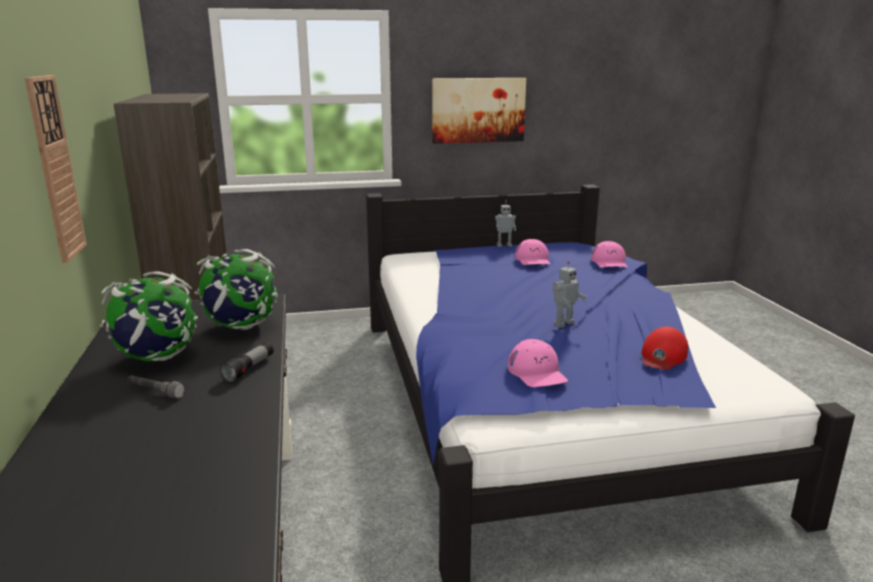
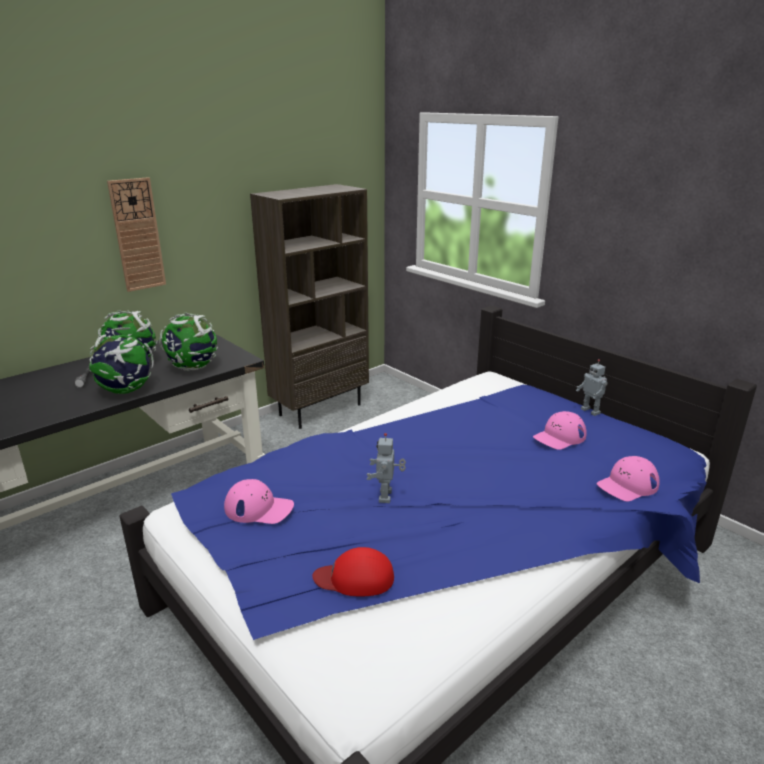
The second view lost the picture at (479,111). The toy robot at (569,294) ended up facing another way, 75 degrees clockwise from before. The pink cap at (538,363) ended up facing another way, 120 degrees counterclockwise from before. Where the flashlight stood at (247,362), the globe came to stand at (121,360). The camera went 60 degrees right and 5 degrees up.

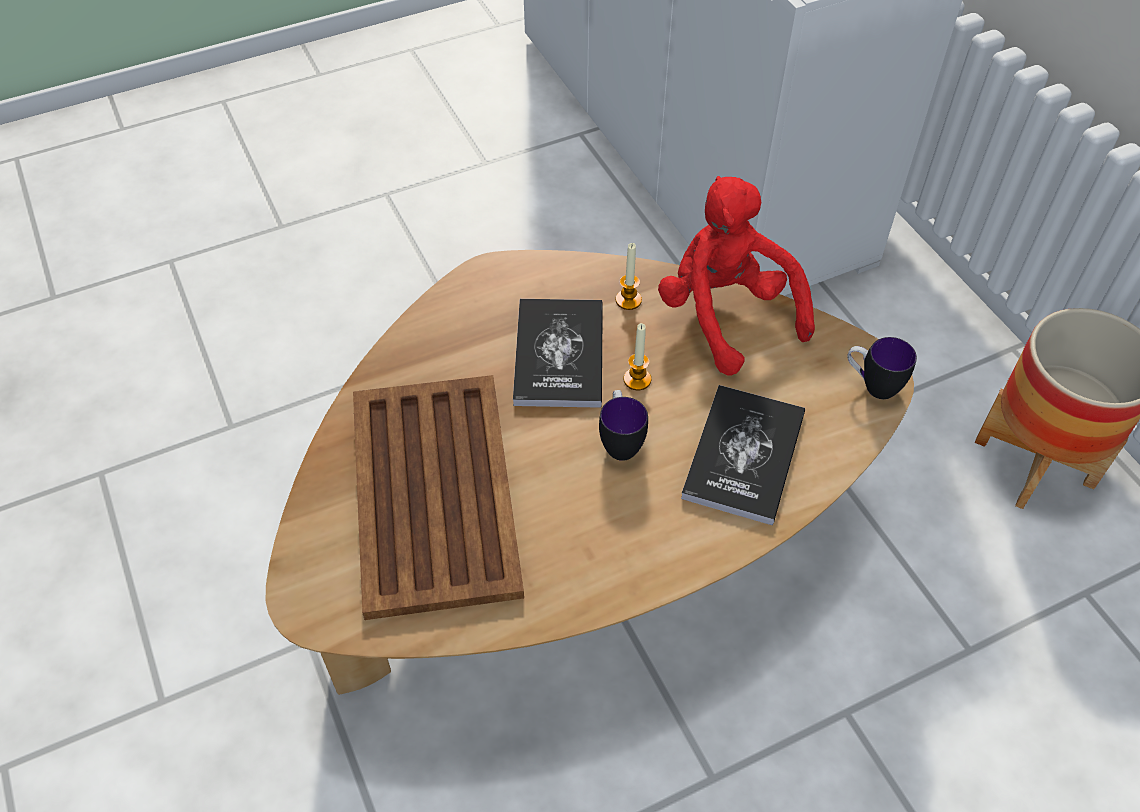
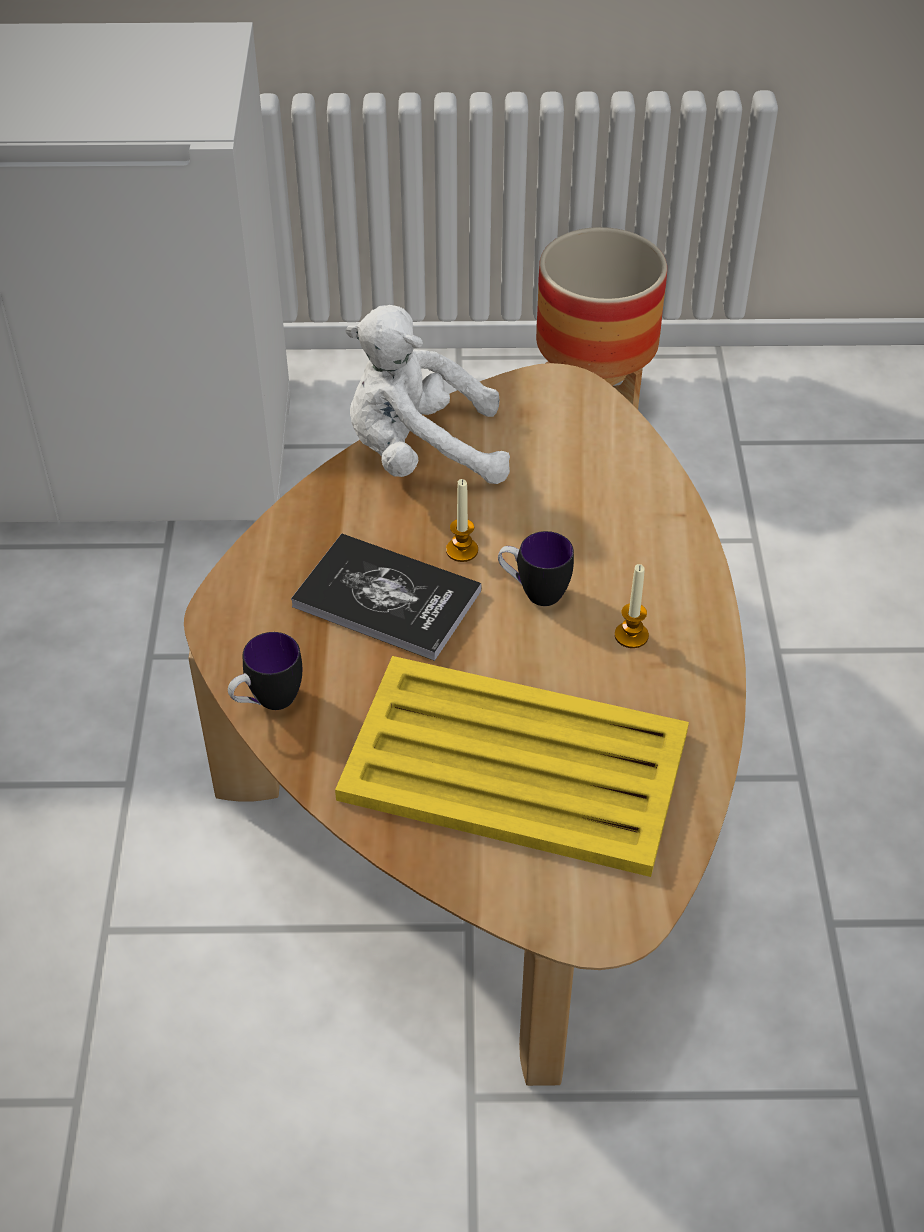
What was the red plush toy at (736,276) turned into the white plush toy at (427,394). The candle ended up elsewhere, having gone from (629,276) to (632,606). The mug ended up elsewhere, having gone from (882,368) to (265,671). What was the brown tray at (438,497) turned into the yellow tray at (512,766). The second view lost the book at (743,455). The camera went 65 degrees left and 5 degrees down.

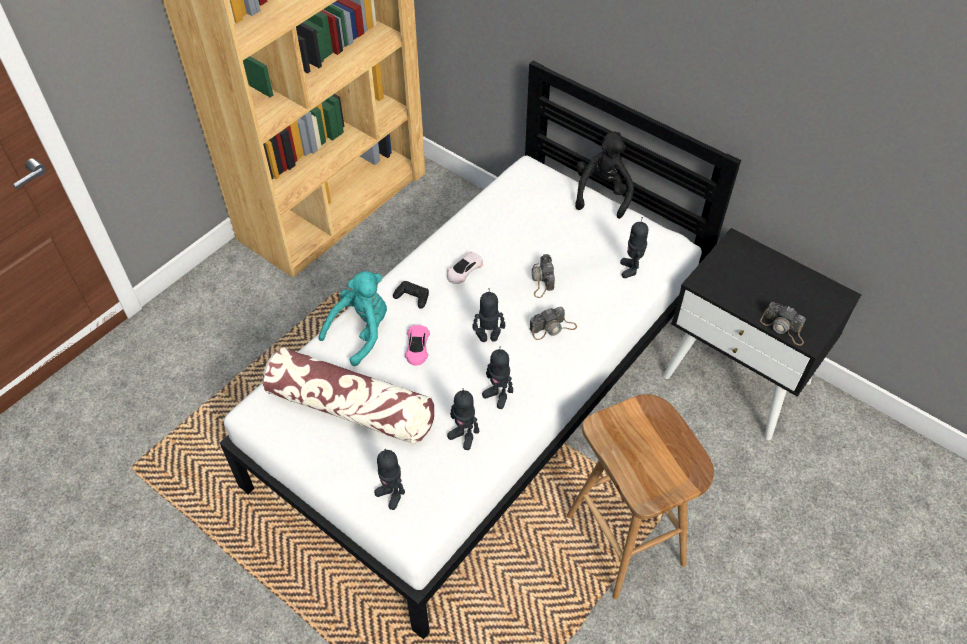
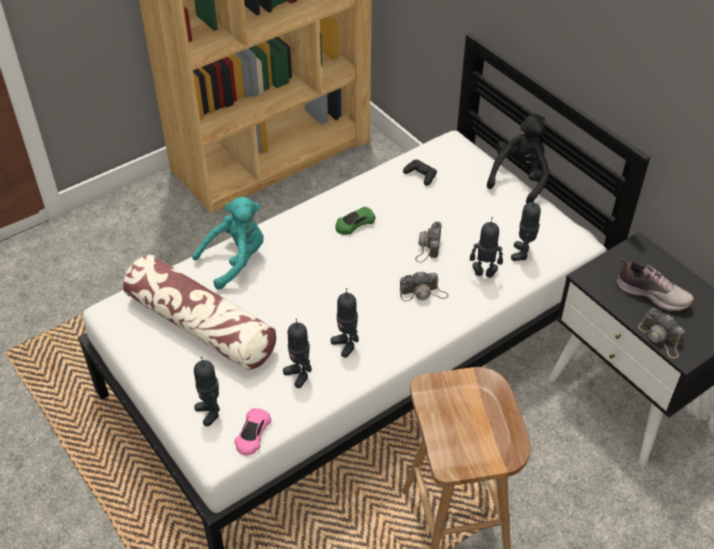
What was the white toy car at (465,267) turned into the green toy car at (355,221). The black game controller ended up elsewhere, having gone from (411,295) to (420,172). The toy robot ended up elsewhere, having gone from (488,315) to (486,247). The pink toy car ended up elsewhere, having gone from (417,345) to (252,431). The second view gained the shoe at (655,284). The camera went 15 degrees right and 5 degrees down.

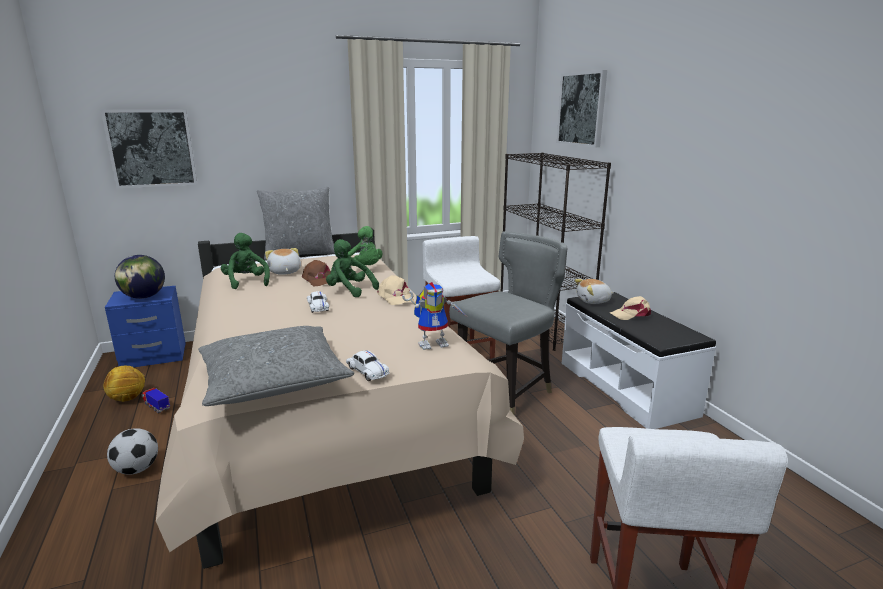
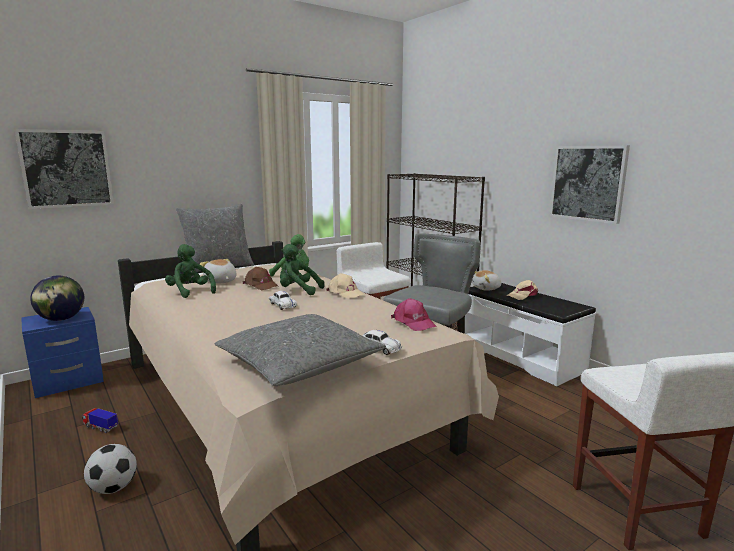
The picture ended up elsewhere, having gone from (582,108) to (589,184). Where the toy robot stood at (434,316), the pink cap came to stand at (414,314). The second view lost the football at (124,383). The camera went 15 degrees left and 5 degrees down.

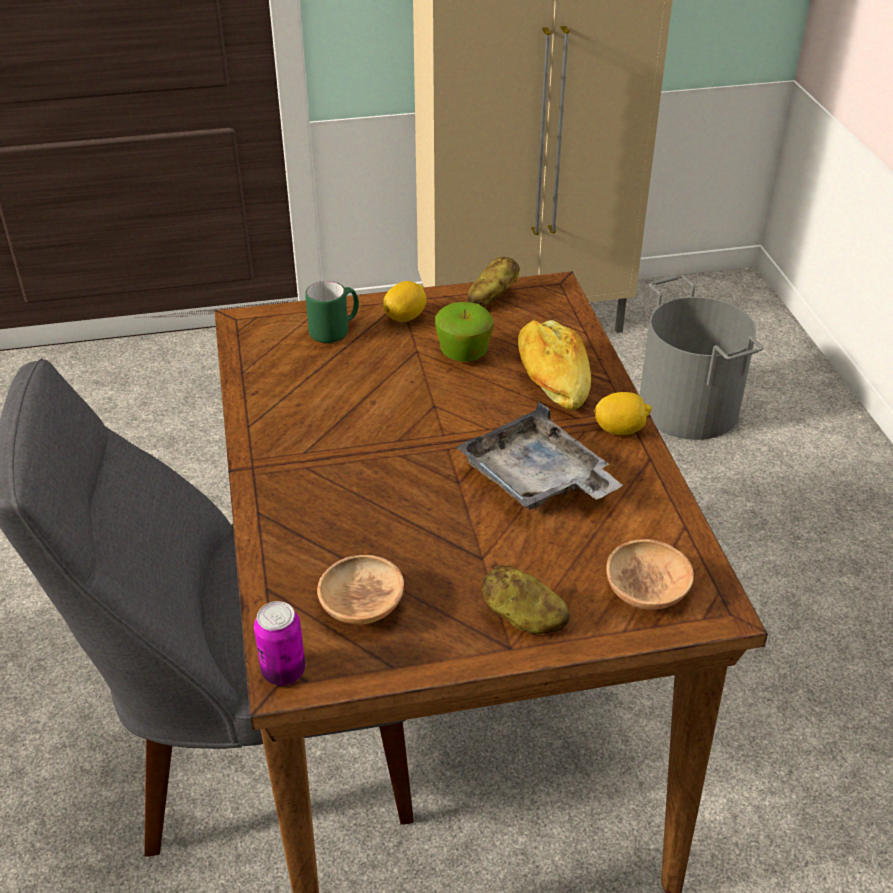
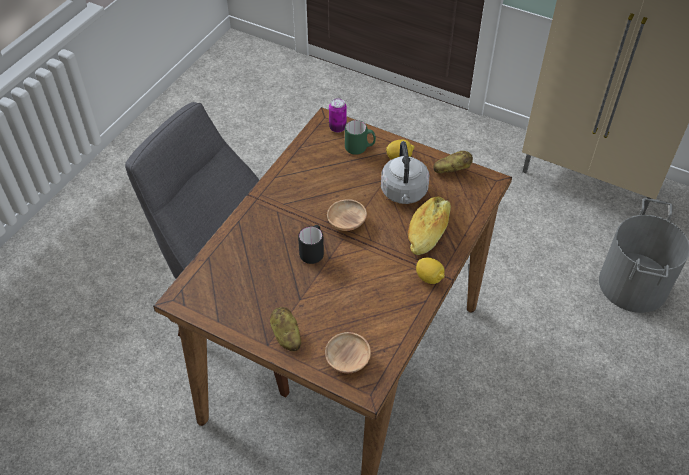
Where the apple stood at (464,332), the grey kettle came to stand at (405,172). The second view lost the grey tray at (539,456). The brown bowl ended up elsewhere, having gone from (360,589) to (347,215). The can ended up elsewhere, having gone from (279,643) to (338,115). The second view gained the black mug at (311,244). The camera went 40 degrees right and 10 degrees up.

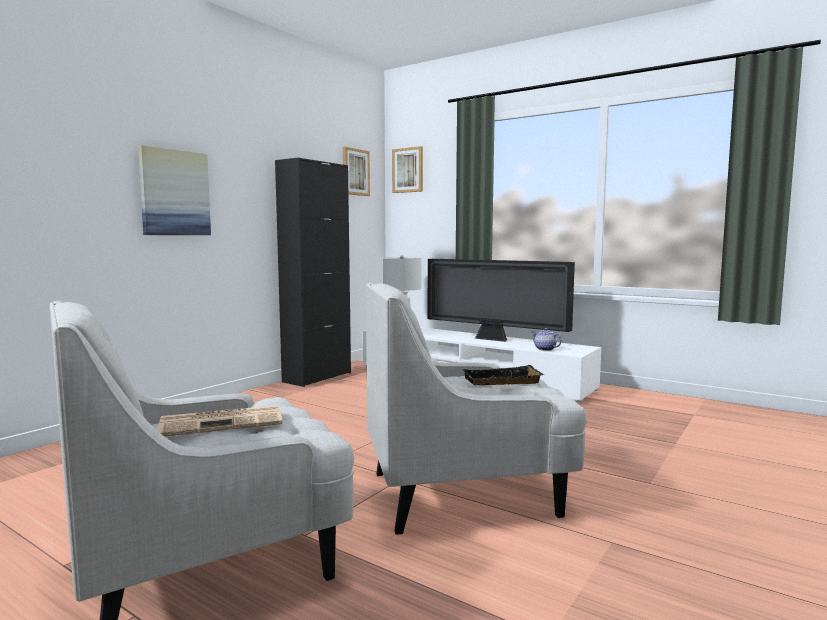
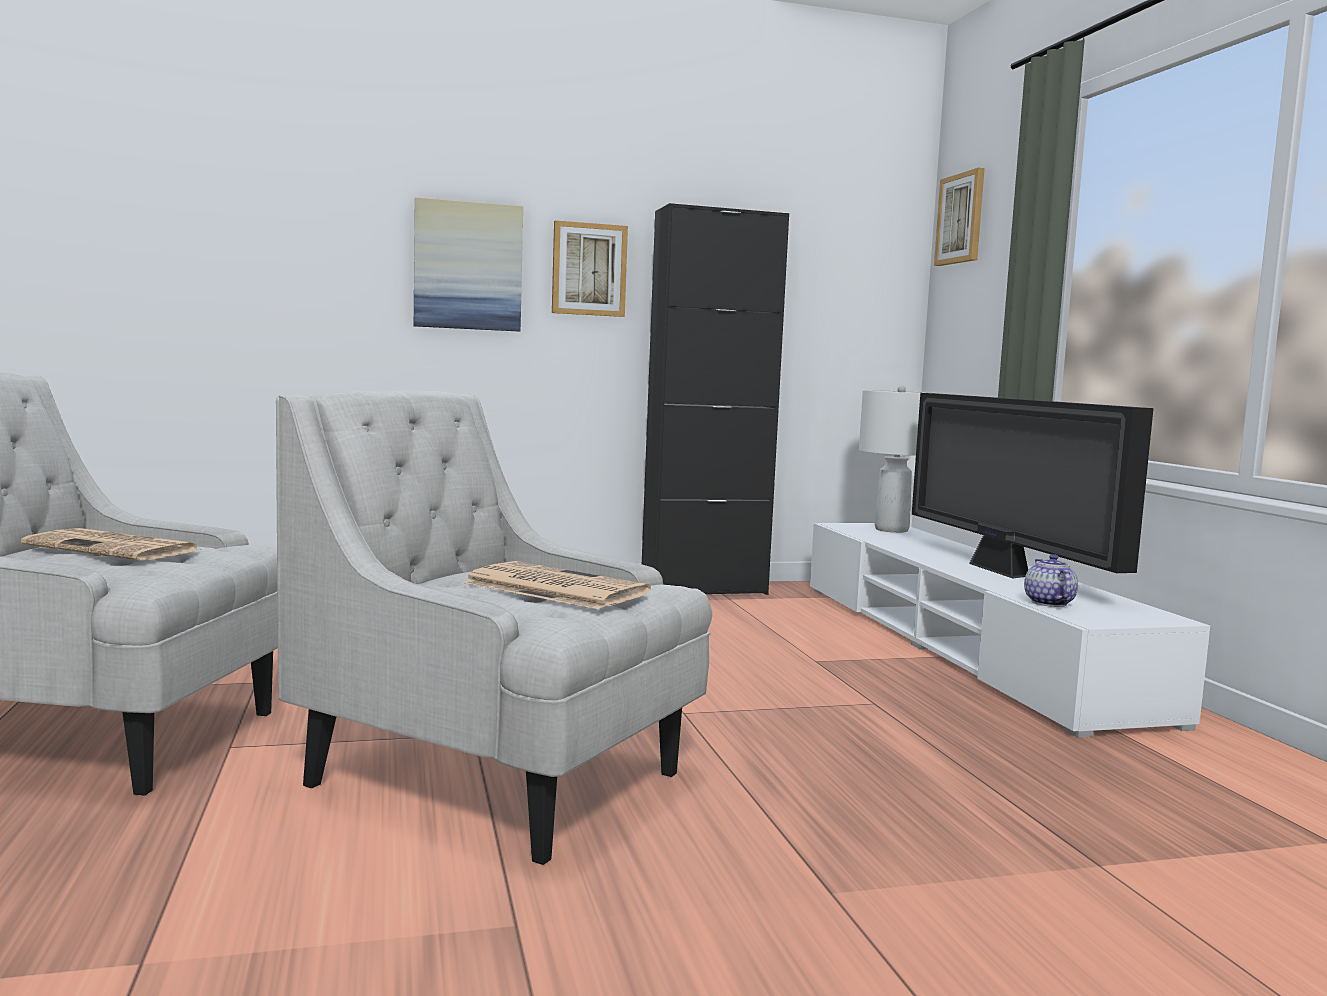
The picture ended up elsewhere, having gone from (356,171) to (590,268). Where the black tray stood at (503,375), the newspaper came to stand at (557,585). The camera went 40 degrees right and 0 degrees up.

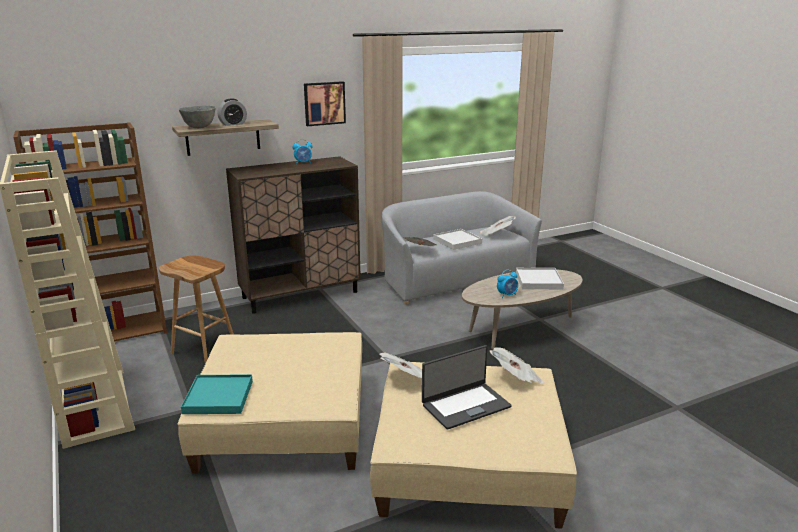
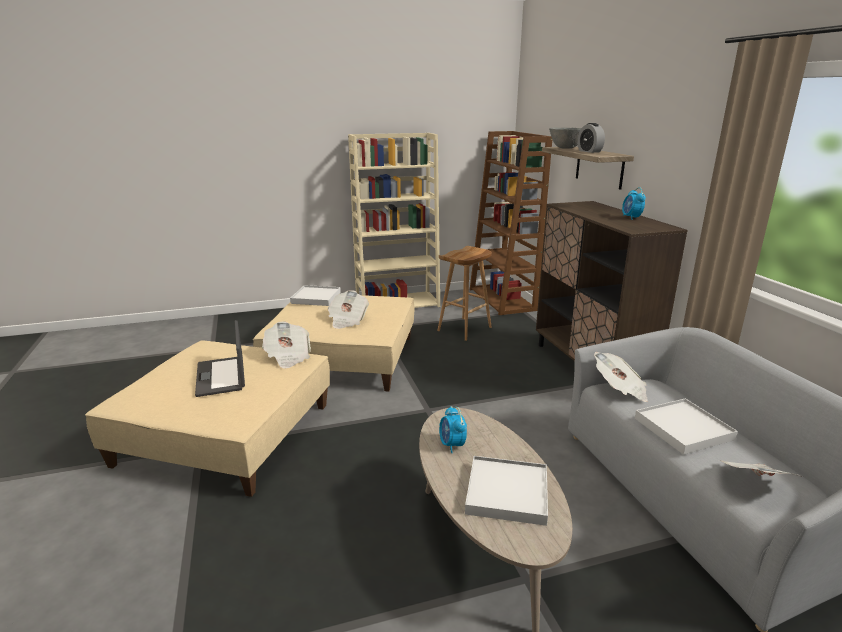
The second view lost the picture at (325,103). The newspaper ended up elsewhere, having gone from (517,365) to (348,309). What was the turquoise tray at (217,394) turned into the white tray at (315,295). The camera went 100 degrees right and 0 degrees up.

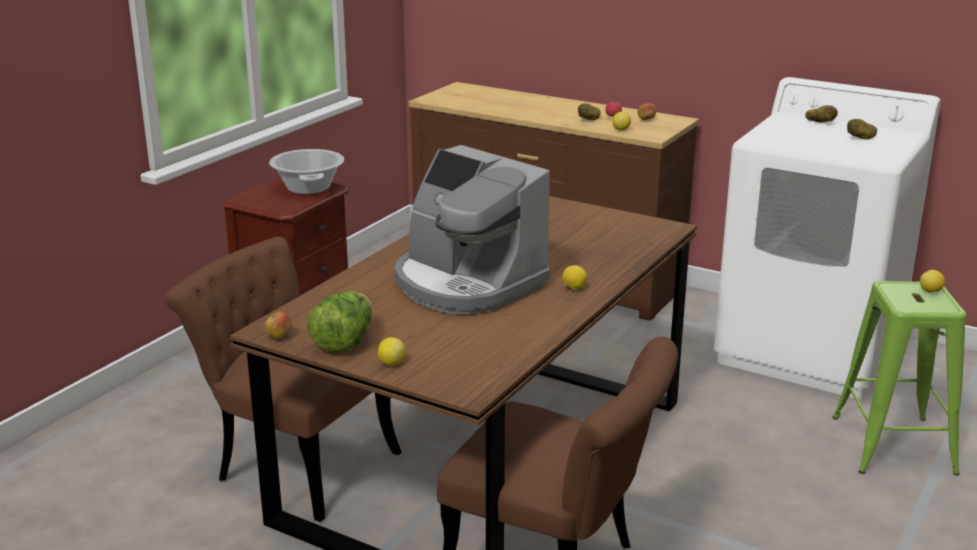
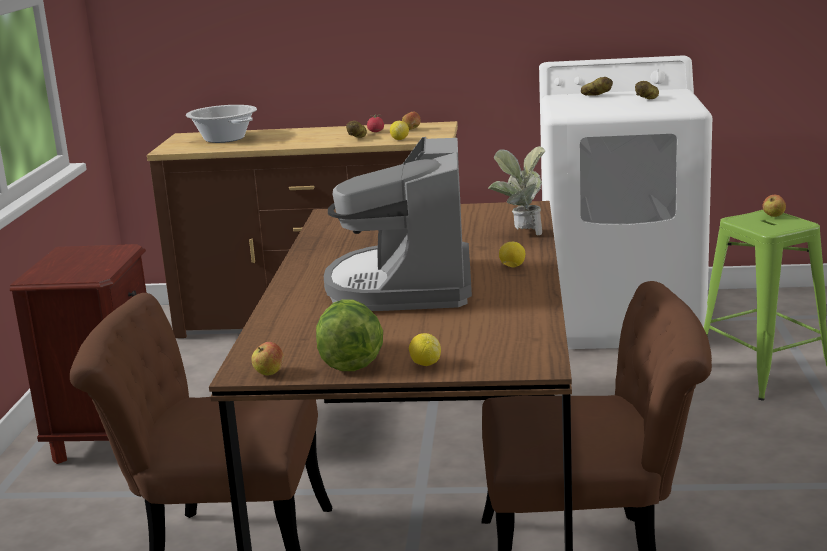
The coffee machine at (472,230) ended up facing another way, 75 degrees clockwise from before. The cooking pot ended up elsewhere, having gone from (306,171) to (221,124). Where the lemon stood at (932,281), the apple came to stand at (774,206). The second view gained the potted plant at (516,190). The camera went 25 degrees left and 5 degrees down.

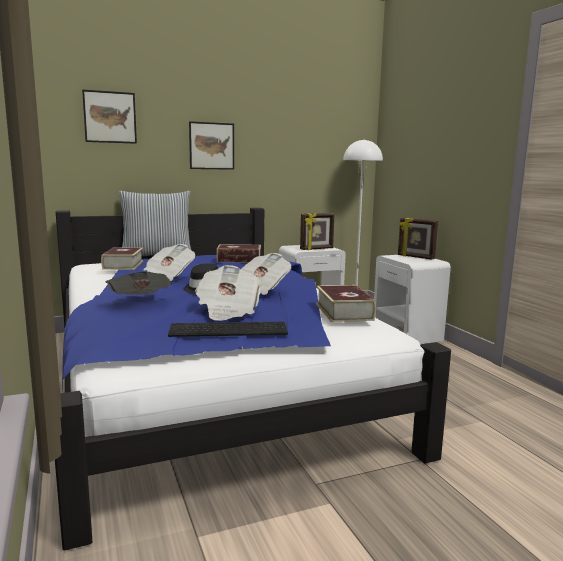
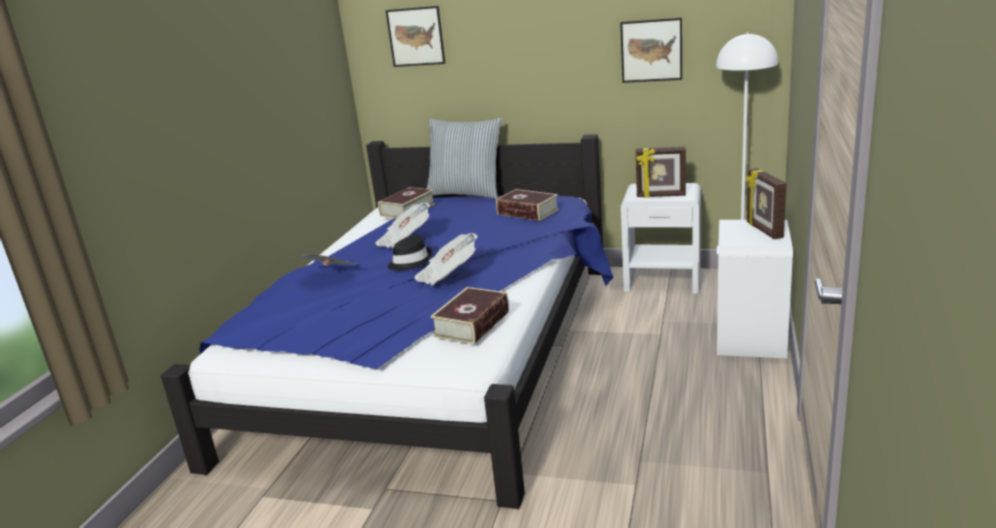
The picture ended up elsewhere, having gone from (211,145) to (651,50). The second view lost the newspaper at (228,293). The second view lost the keyboard at (228,329). The camera went 40 degrees right and 10 degrees up.

